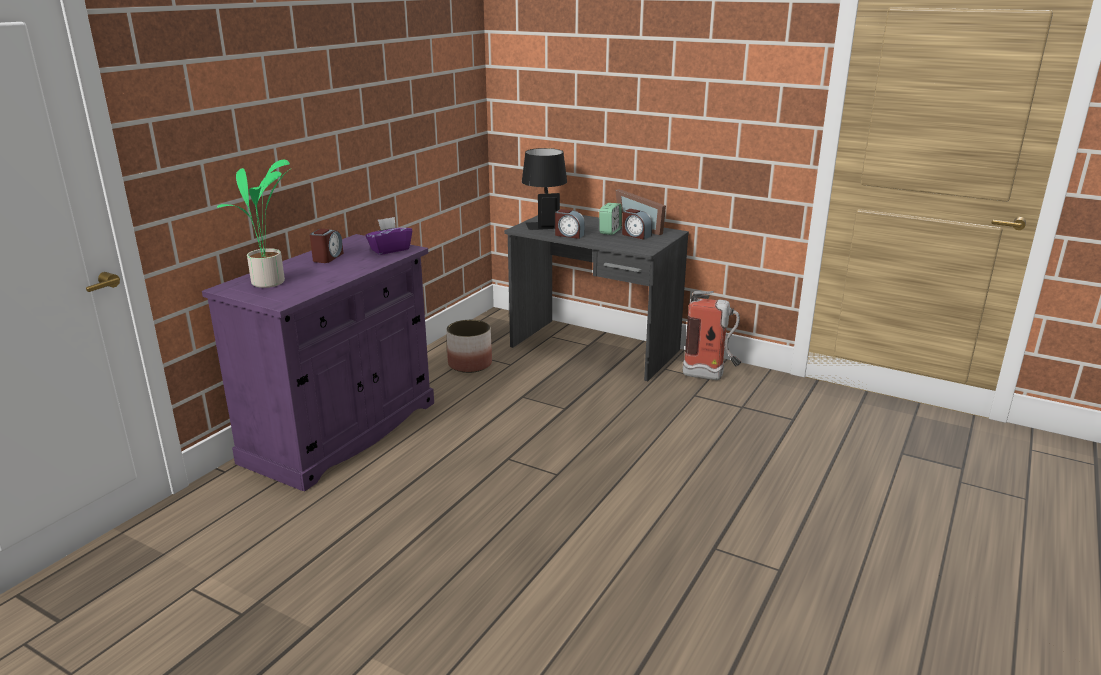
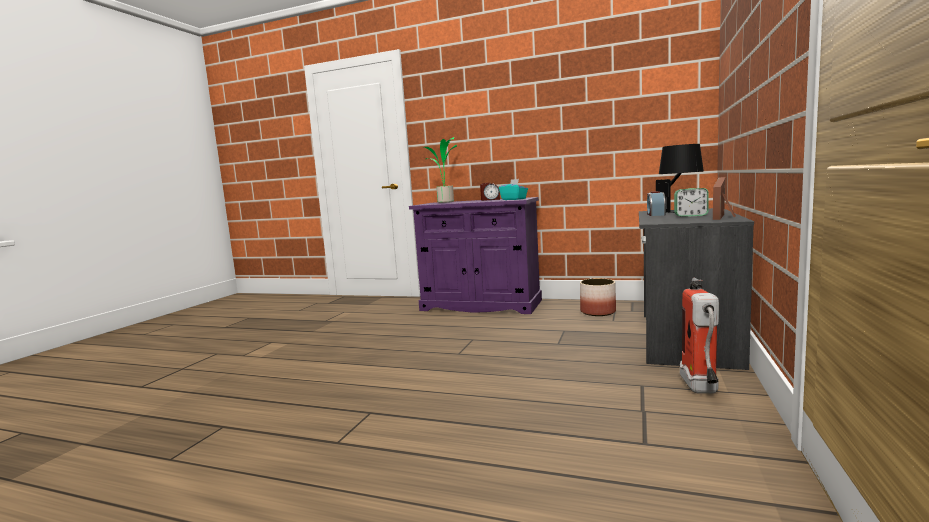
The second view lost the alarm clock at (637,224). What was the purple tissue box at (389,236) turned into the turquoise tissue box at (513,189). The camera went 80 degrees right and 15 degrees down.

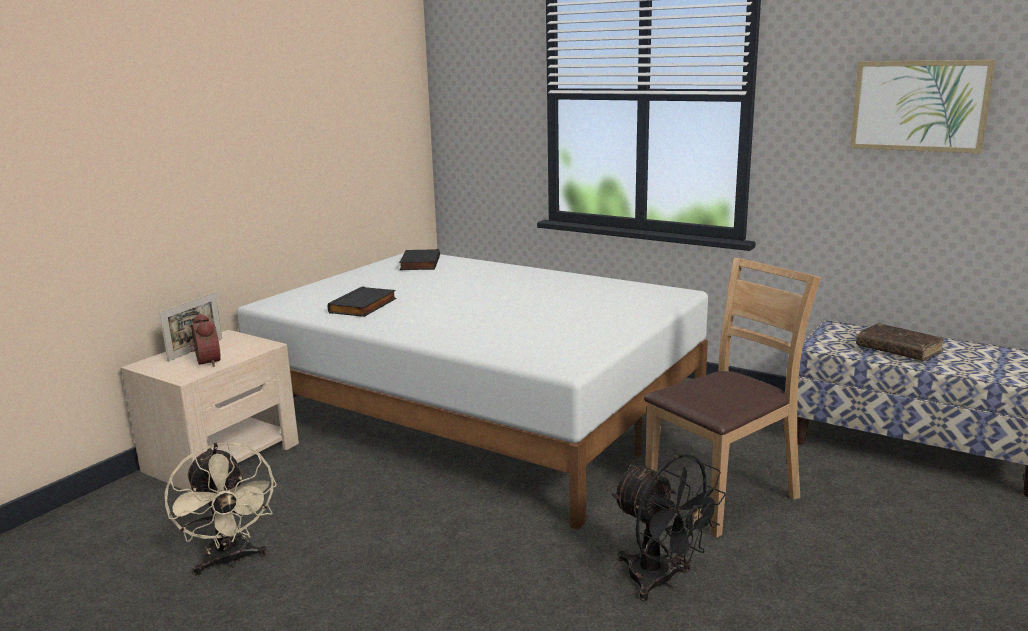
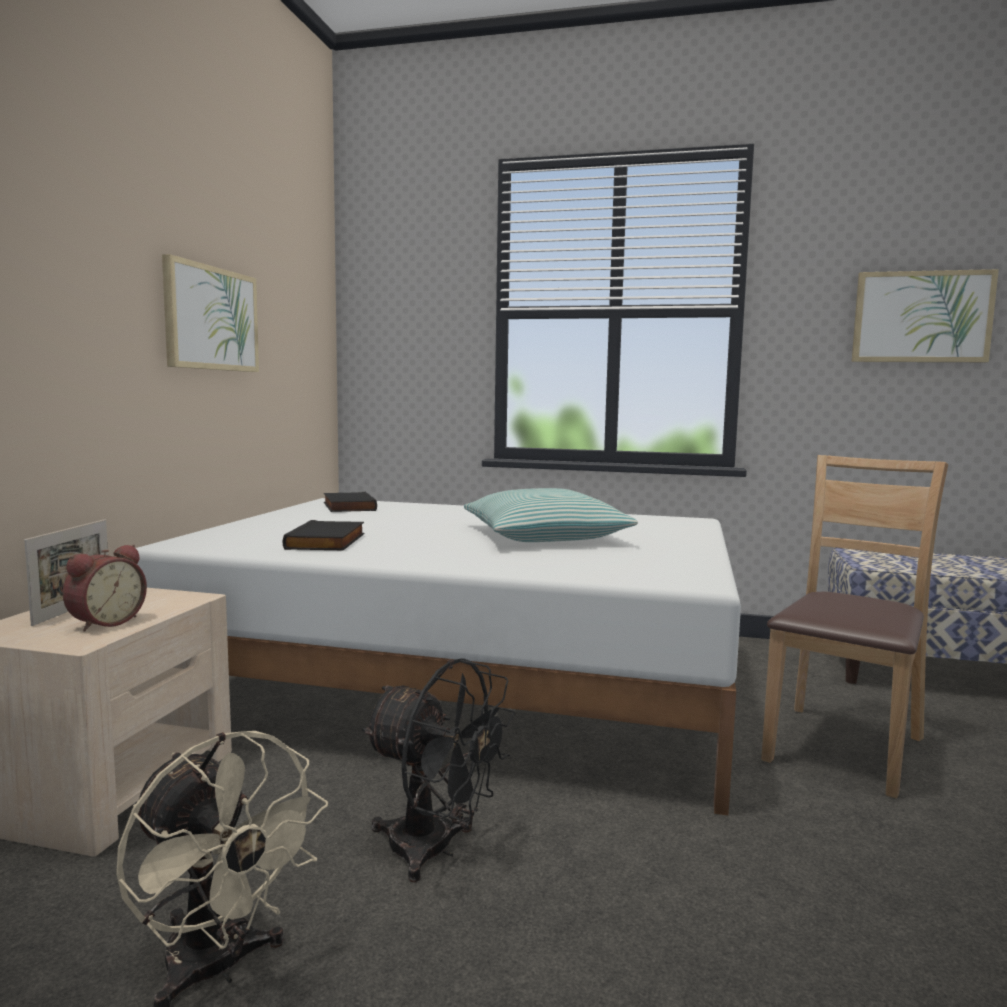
The alarm clock at (205,340) ended up facing another way, 75 degrees clockwise from before. The second view lost the brown book at (900,341). The black fan ended up elsewhere, having gone from (668,527) to (438,770). The second view gained the picture at (210,313). The second view gained the pillow at (551,515). The camera went 20 degrees left and 10 degrees down.

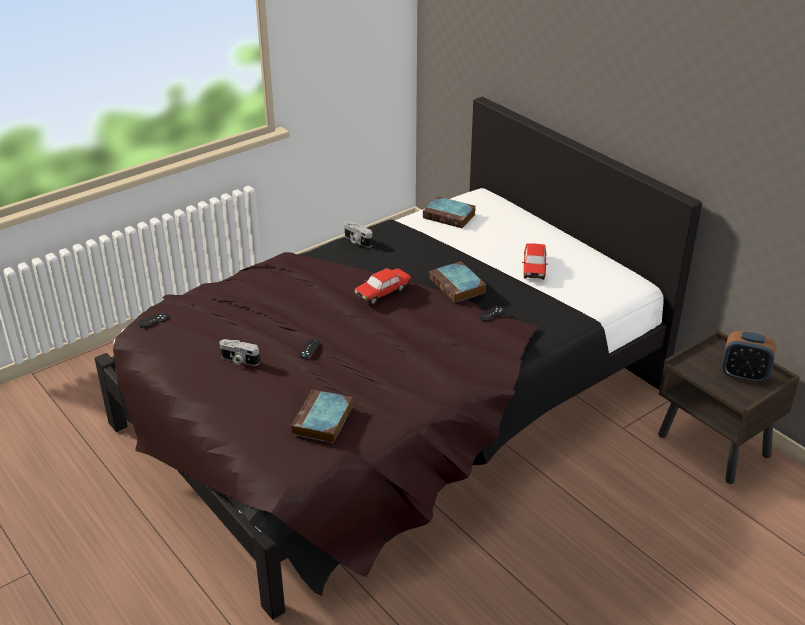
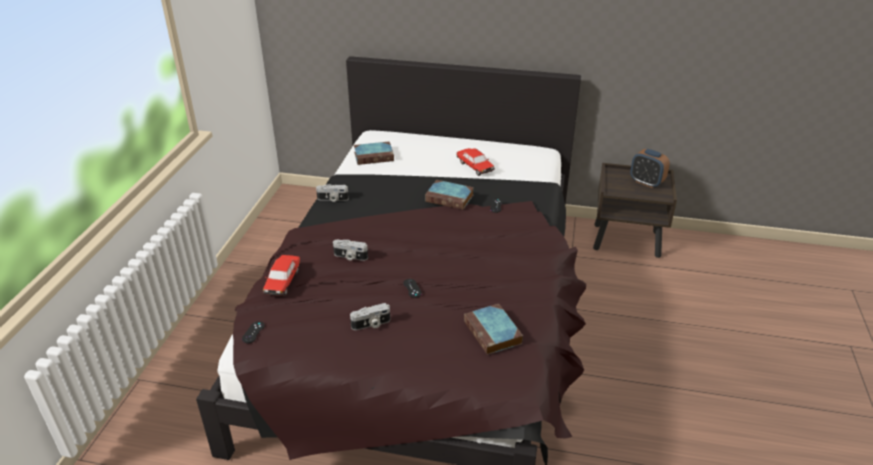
The toy car ended up elsewhere, having gone from (382,286) to (281,275). The alarm clock at (749,357) ended up facing another way, 60 degrees clockwise from before. The second view gained the photo camera at (350,250). The camera went 40 degrees left and 0 degrees up.

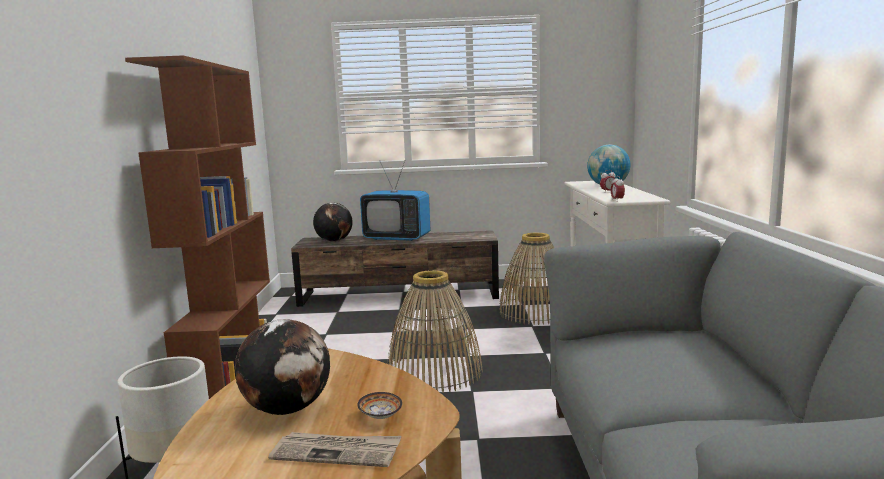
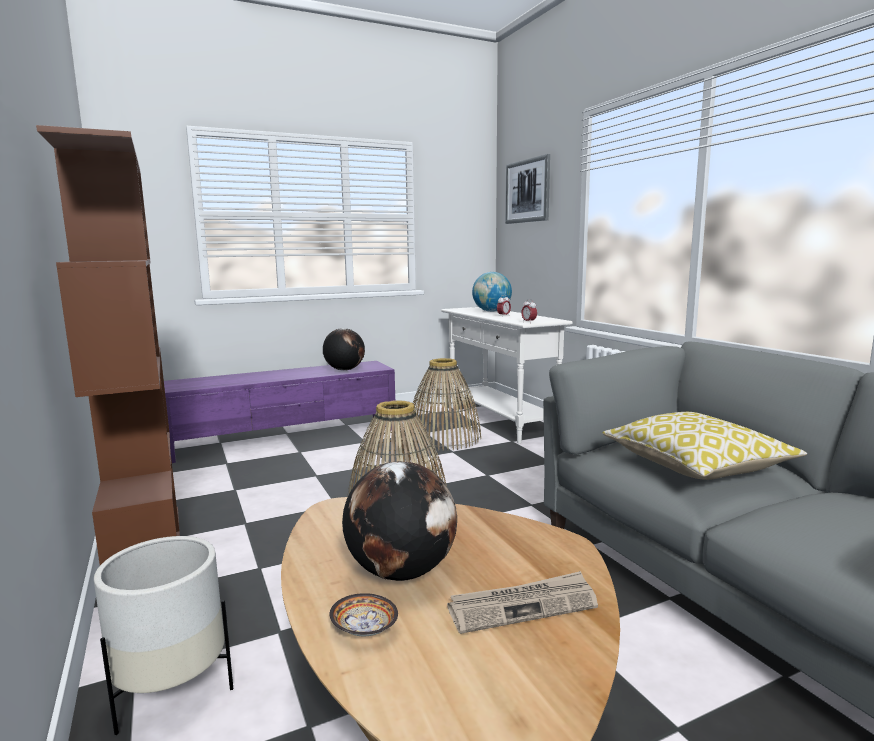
The second view lost the television at (395,200). The globe ended up elsewhere, having gone from (332,222) to (344,349). What was the brown tv stand at (395,269) turned into the purple tv stand at (279,412). The bowl ended up elsewhere, having gone from (379,405) to (364,614). The second view gained the picture at (527,189). The second view gained the pillow at (704,446). The camera went 25 degrees left and 0 degrees up.

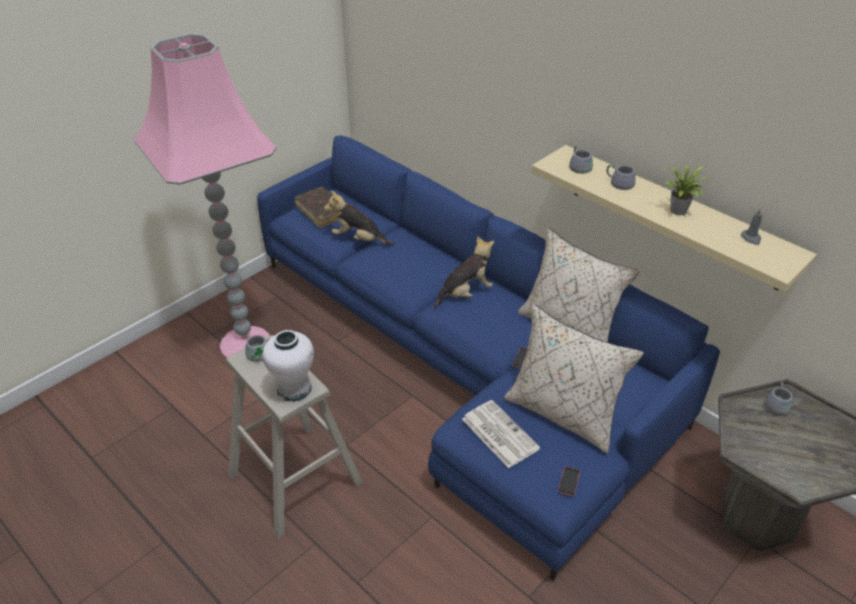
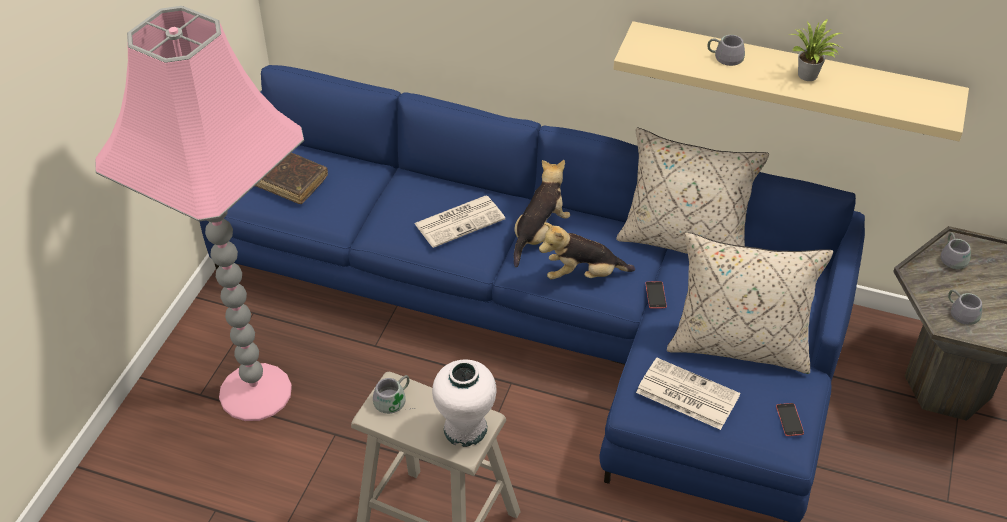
The grey mug ended up elsewhere, having gone from (581,160) to (965,307). The plush toy ended up elsewhere, having gone from (359,218) to (587,250). The second view lost the grey candle at (751,226). The second view gained the newspaper at (459,222). The camera went 25 degrees left and 5 degrees up.

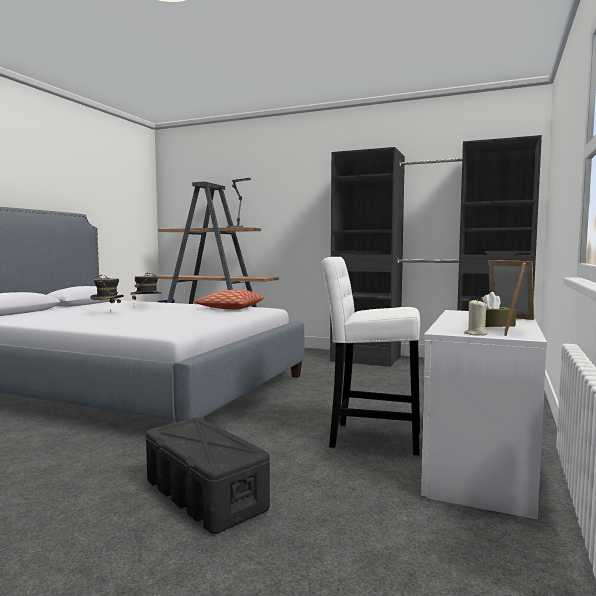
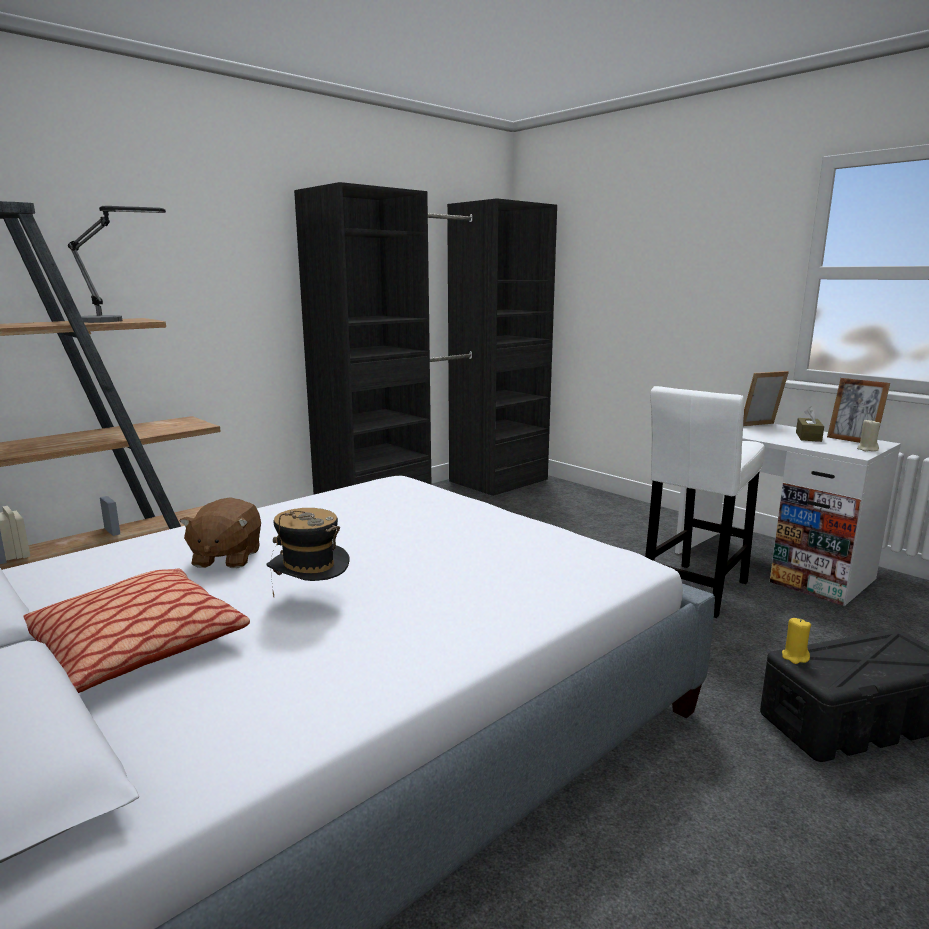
Where the hat stood at (146,286), the brown plush toy came to stand at (220,532). The pillow ended up elsewhere, having gone from (229,299) to (136,631). The second view gained the yellow candle at (796,641). The camera went 65 degrees left and 10 degrees up.

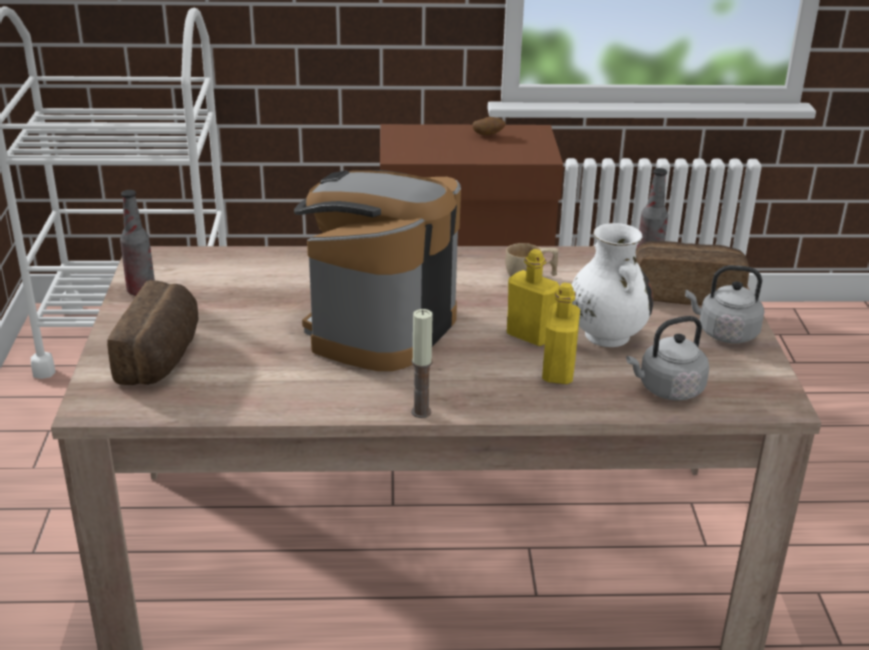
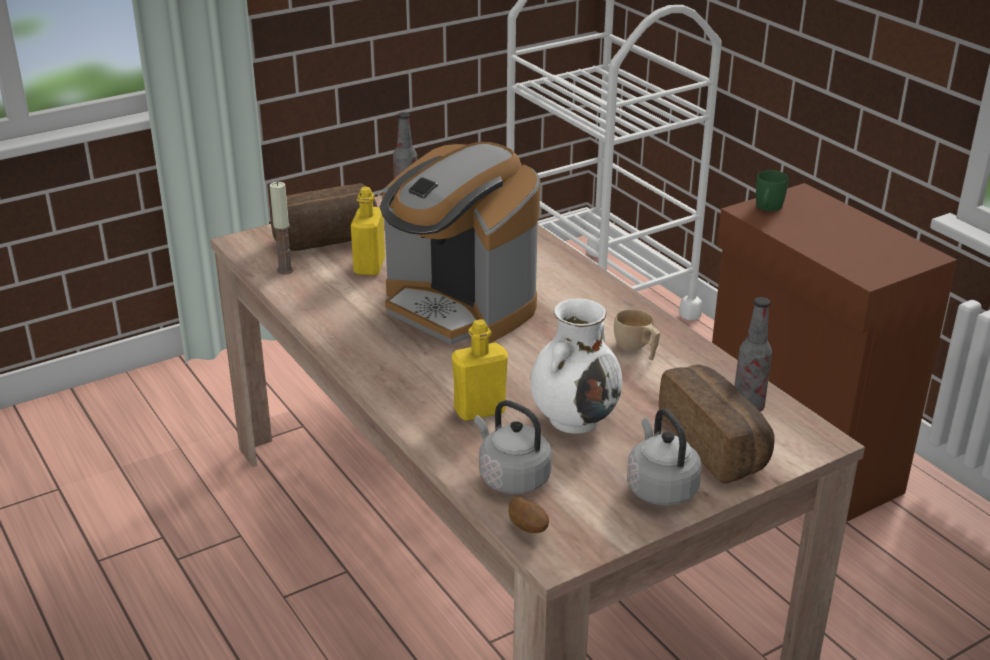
The potato ended up elsewhere, having gone from (489,126) to (529,515). The coffee machine at (377,270) ended up facing another way, 135 degrees counterclockwise from before. The yellow bottle ended up elsewhere, having gone from (533,297) to (368,231). The candle ended up elsewhere, having gone from (422,363) to (282,228). The second view gained the green mug at (772,190). The camera went 60 degrees right and 0 degrees up.

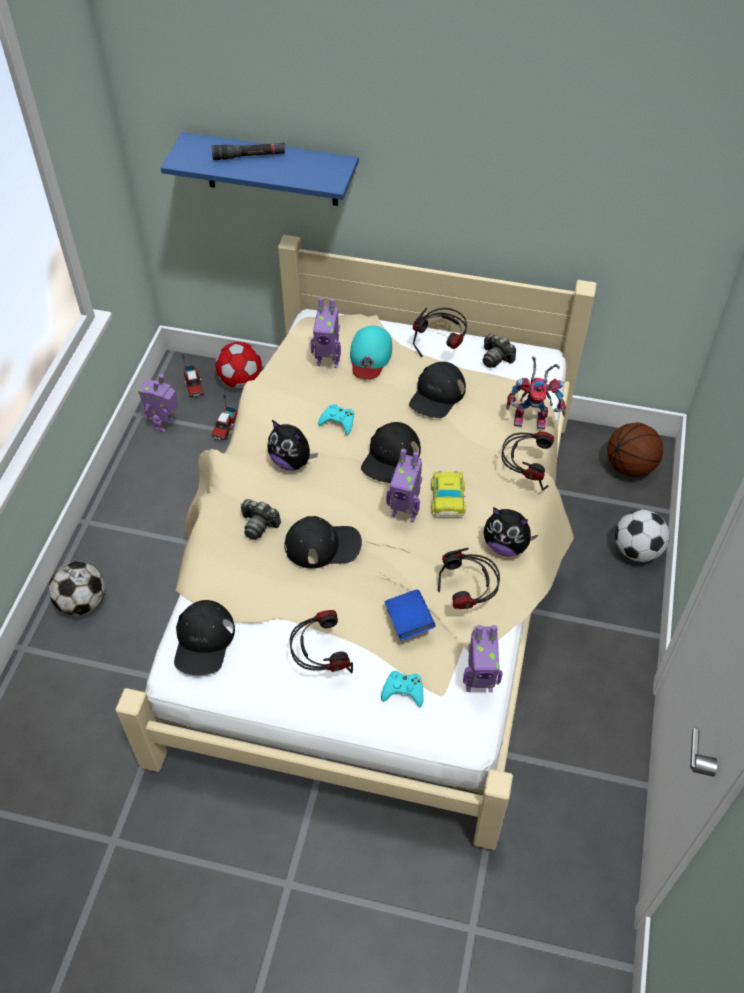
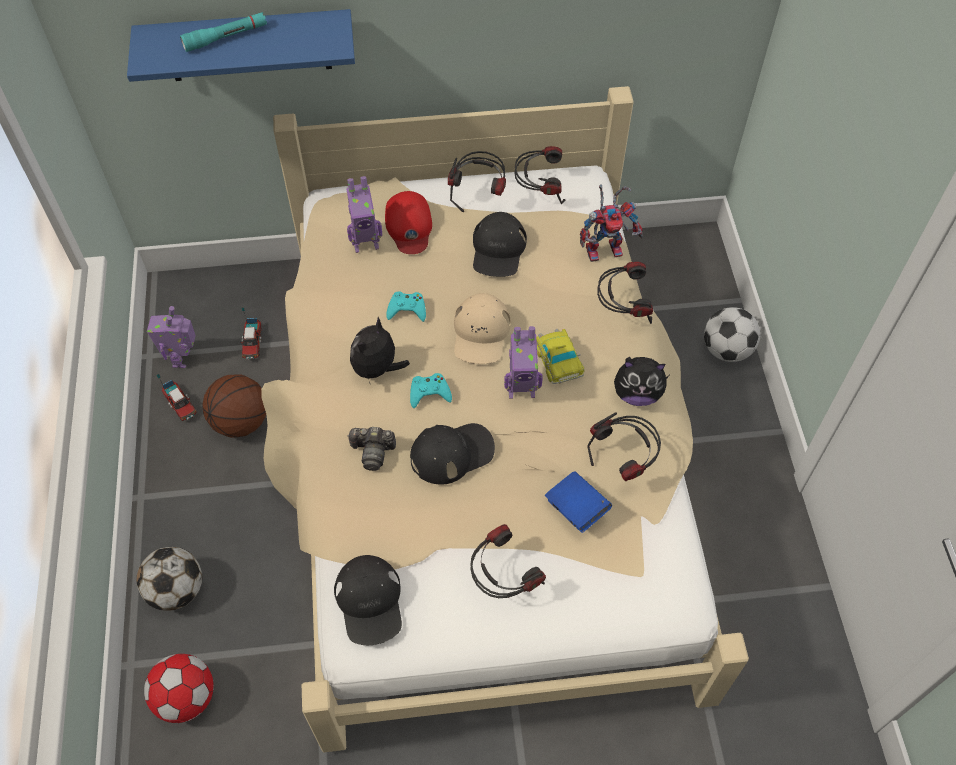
What was the black flashlight at (248,151) turned into the turquoise flashlight at (223,32). What was the turquoise cap at (371,352) turned into the red cap at (408,222). Where the photo camera stood at (499,350), the headphones came to stand at (539,175). The football ended up elsewhere, having gone from (238,365) to (179,688). The toy truck ended up elsewhere, having gone from (193,376) to (177,397). The plush toy at (293,445) ended up facing another way, 105 degrees clockwise from before. What was the black cap at (391,452) turned into the beige cap at (482,328). The basketball ended up elsewhere, having gone from (635,450) to (234,406). The second view lost the toy robot at (483,658). The turquoise game controller ended up elsewhere, having gone from (402,689) to (431,390). The camera went 20 degrees left and 5 degrees up.

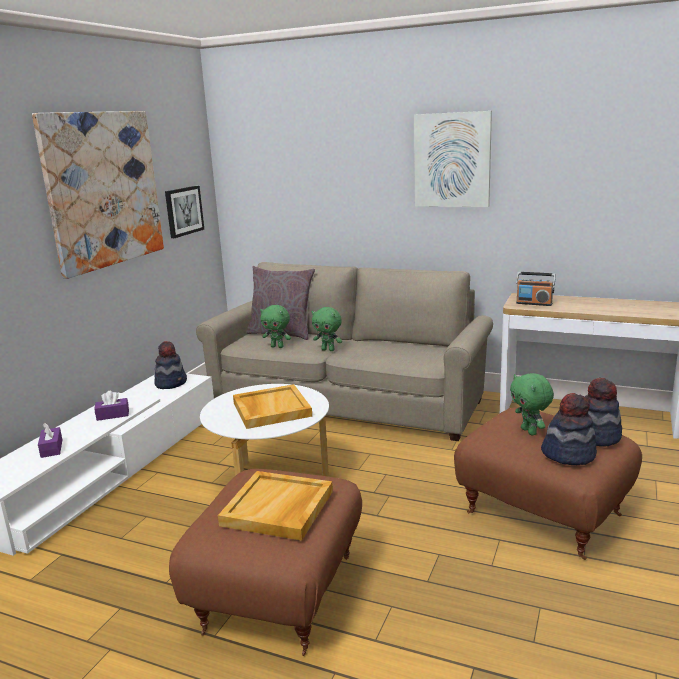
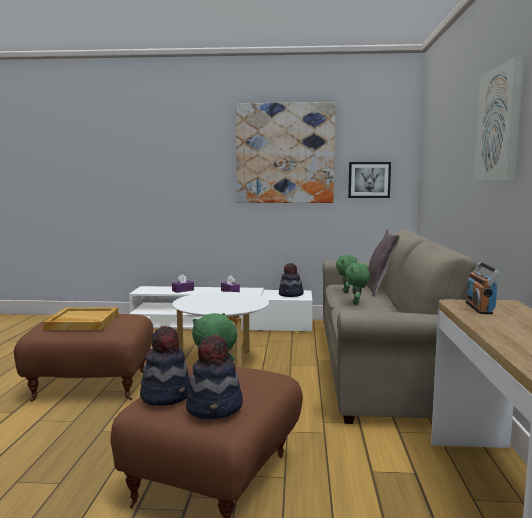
The second view lost the beige tray at (272,406). The camera went 70 degrees right and 10 degrees down.

